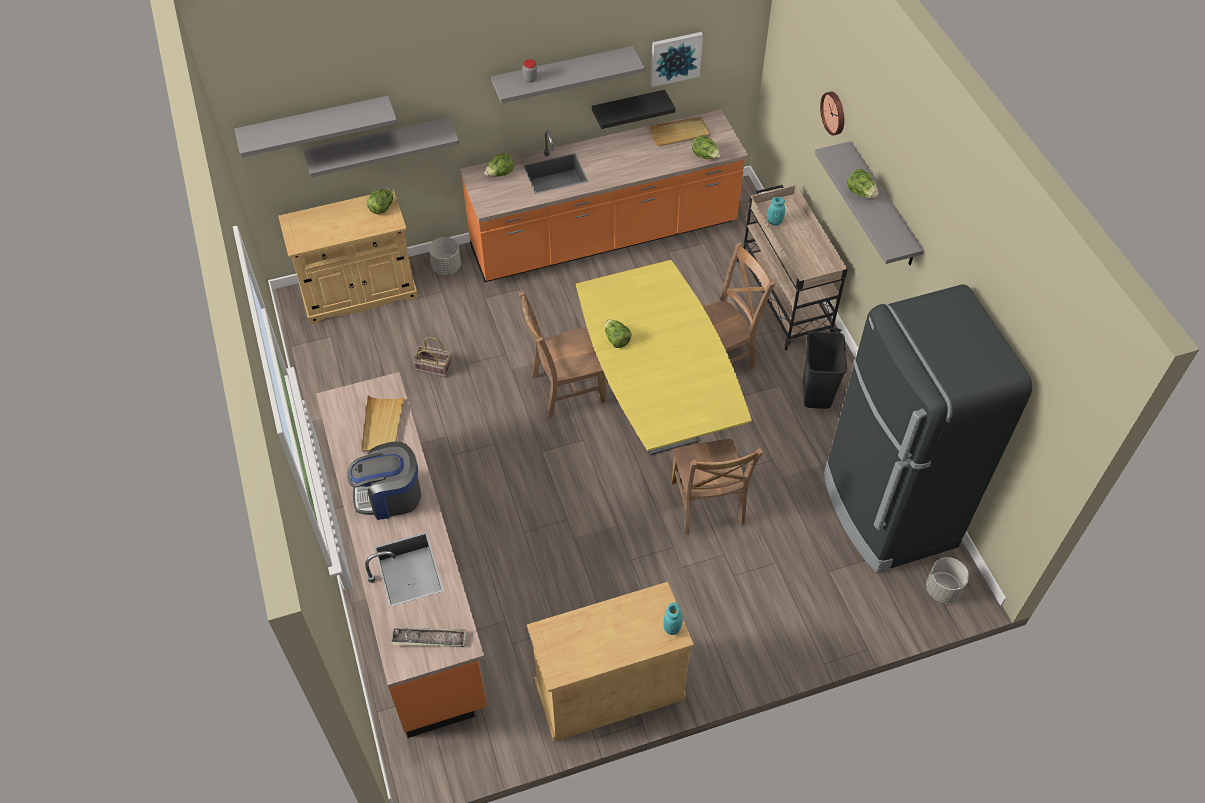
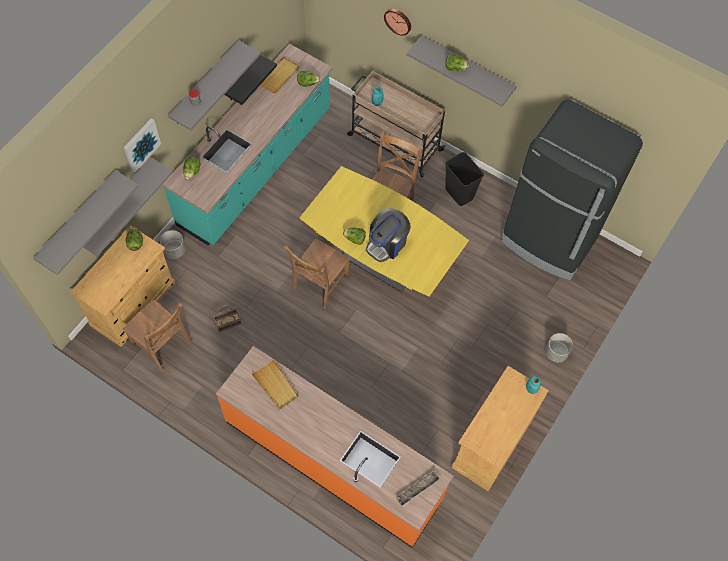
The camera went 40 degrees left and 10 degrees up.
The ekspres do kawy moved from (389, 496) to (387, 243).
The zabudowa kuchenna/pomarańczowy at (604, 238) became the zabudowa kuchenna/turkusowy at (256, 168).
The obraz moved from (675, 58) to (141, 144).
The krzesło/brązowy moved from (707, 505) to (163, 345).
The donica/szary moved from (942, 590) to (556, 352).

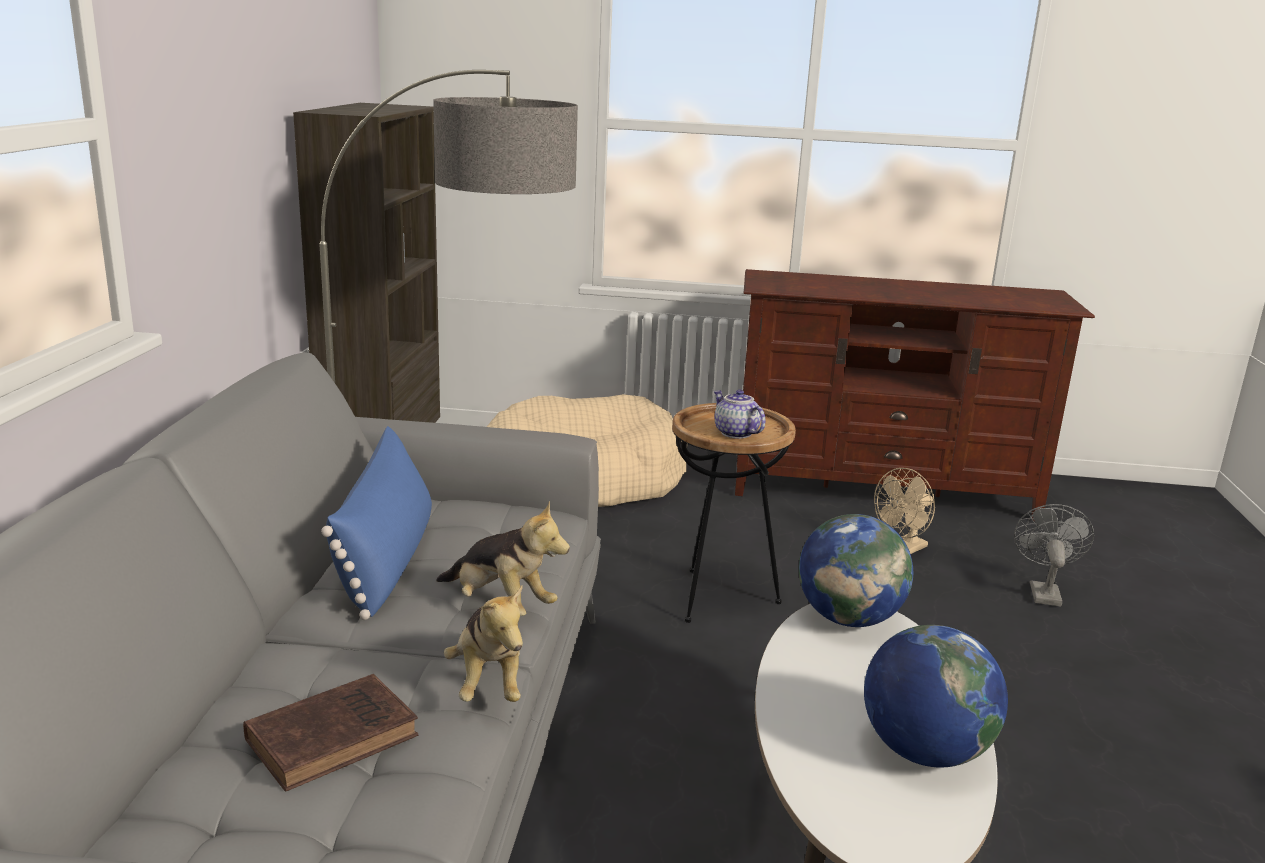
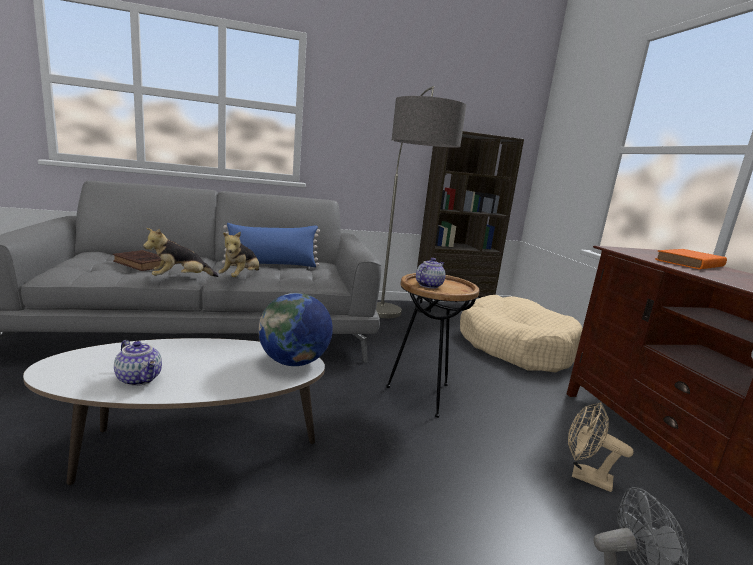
The camera went 70 degrees right and 5 degrees down.
The globus at (924, 752) was replaced by the imbryk at (140, 379).
The książka/pomarańczowy at (688, 263) appeared.

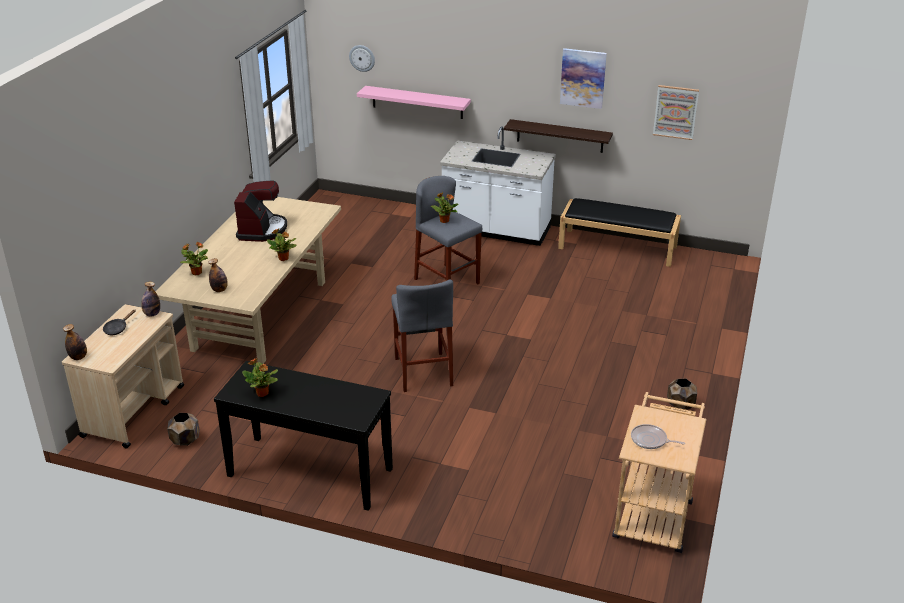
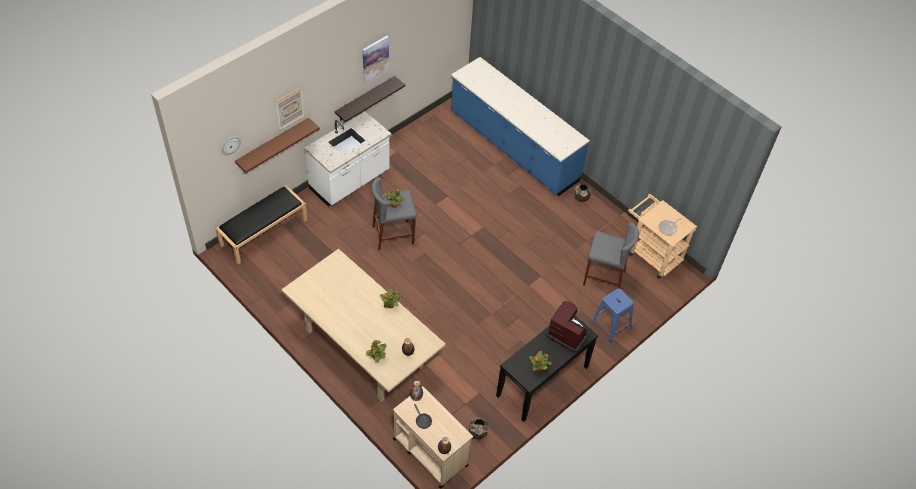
The camera went 65 degrees left and 20 degrees up.
The ekspres do kawy moved from (262, 230) to (567, 334).
The półka/różowy at (417, 102) became the półka/brązowy at (273, 144).
The stołek/szary moved from (423, 371) to (604, 277).
The ławka/czarny moved from (618, 247) to (264, 232).
The obraz moved from (675, 112) to (289, 108).
The zabudowa kuchenna/niebieski at (513, 147) appeared.
The stołek/niebieski at (610, 326) appeared.

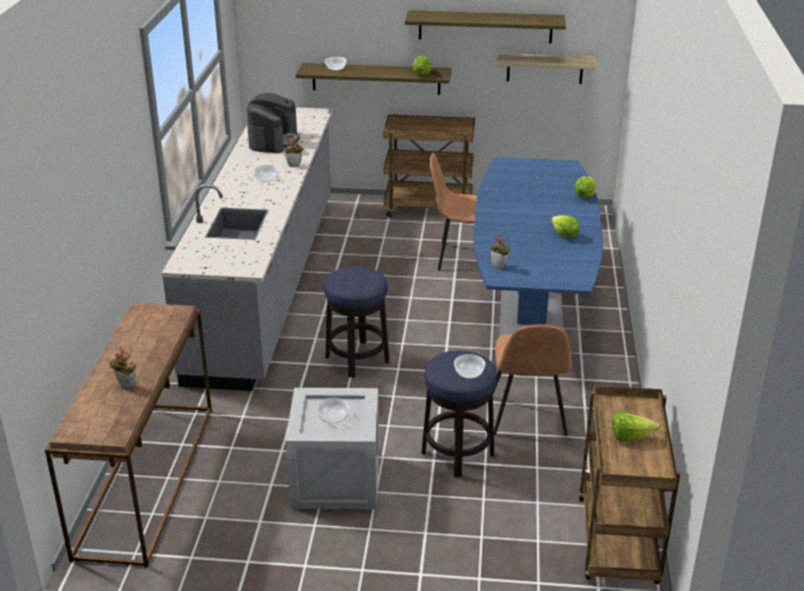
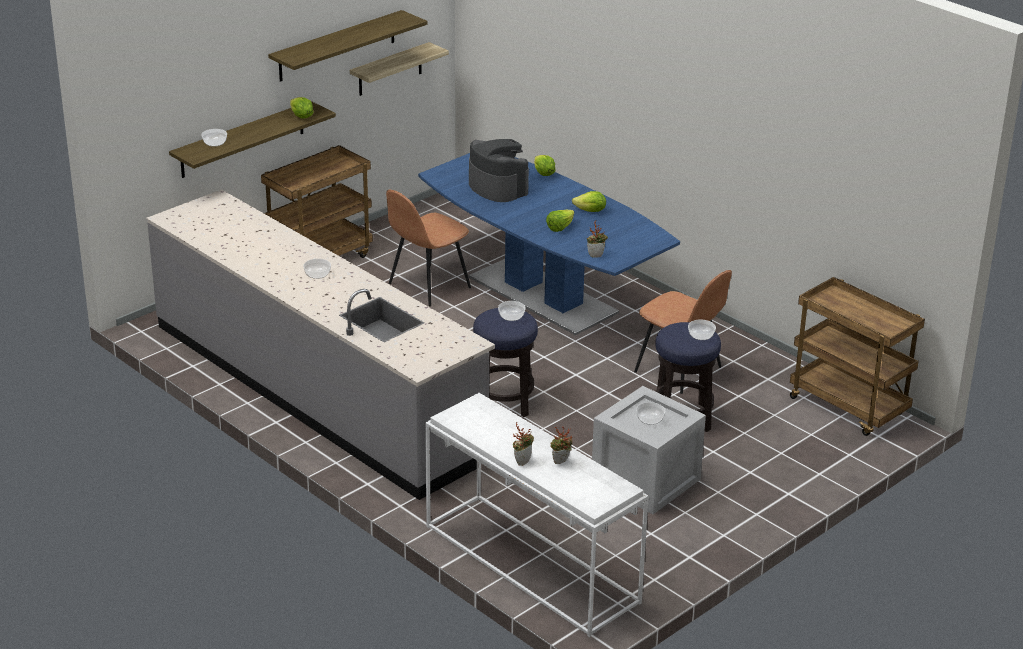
The camera went 50 degrees left and 0 degrees up.
The stolik konsolowy/brązowy at (145, 478) became the stolik konsolowy/biały at (529, 564).
The ekspres do kawy moved from (273, 140) to (497, 187).
The roślina doniczkowa moved from (295, 165) to (522, 461).
The sałata moved from (630, 437) to (560, 227).
The miska at (511, 316) appeared.

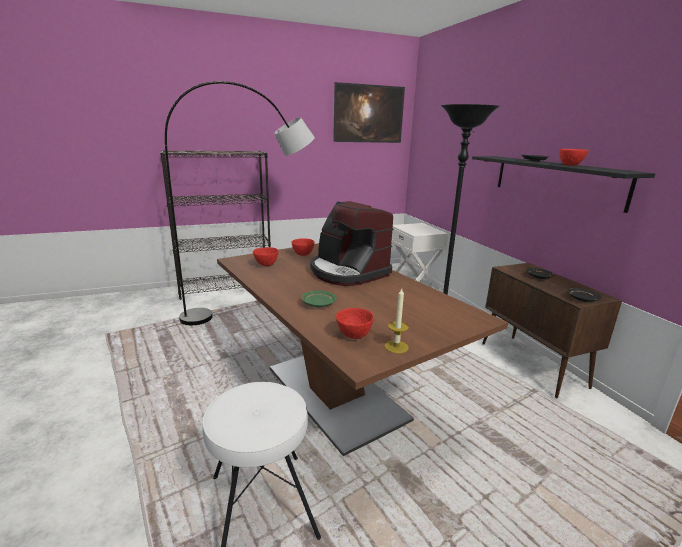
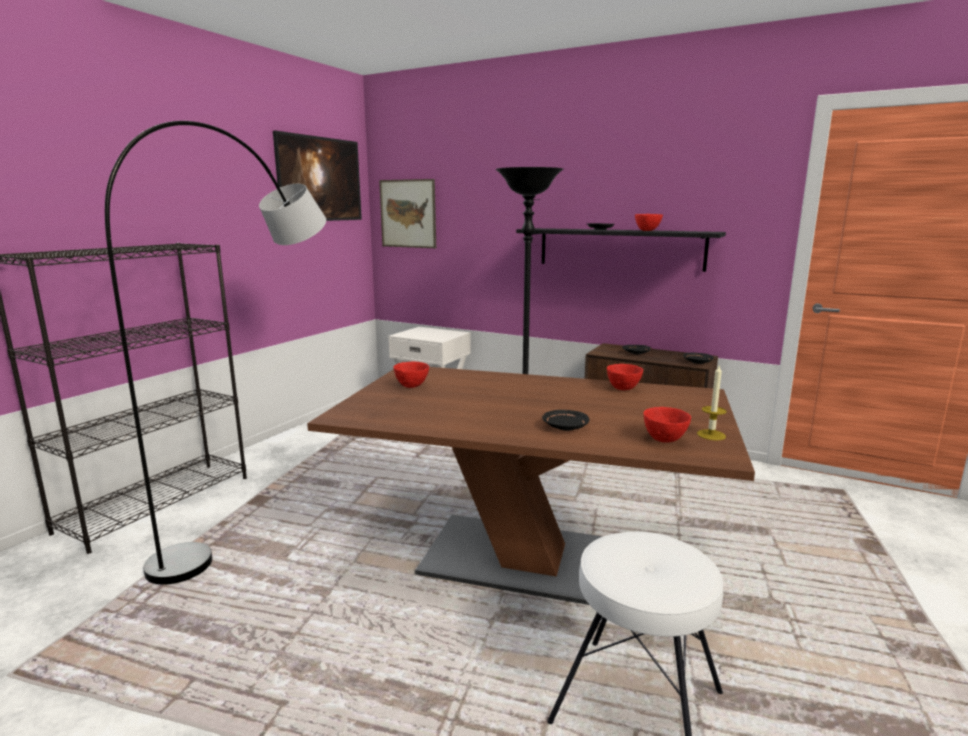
The camera went 40 degrees left and 5 degrees down.
The miska/czerwony moved from (266, 265) to (624, 389).
The talerz/zielony at (318, 304) became the talerz/czarny at (565, 427).
The ekspres do kawy at (347, 272) disappeared.
The obraz at (408, 213) appeared.

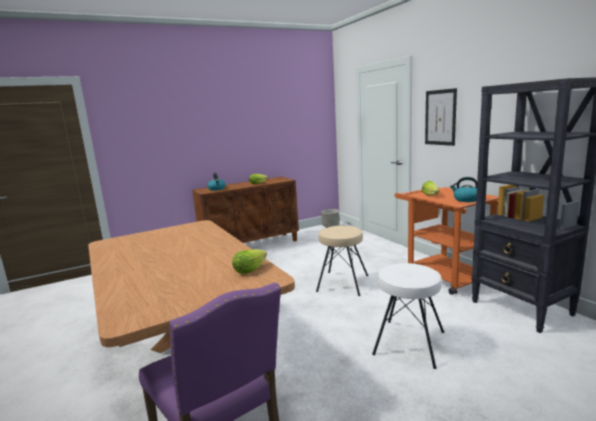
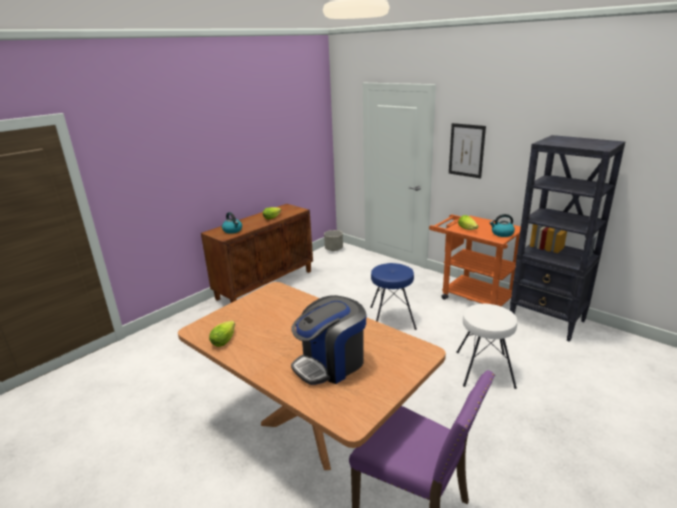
The camera went 20 degrees left and 10 degrees up.
The sałata moved from (252, 269) to (225, 339).
The stołek/beżowy at (342, 283) became the stołek/niebieski at (391, 318).
The ekspres do kawy at (331, 363) appeared.

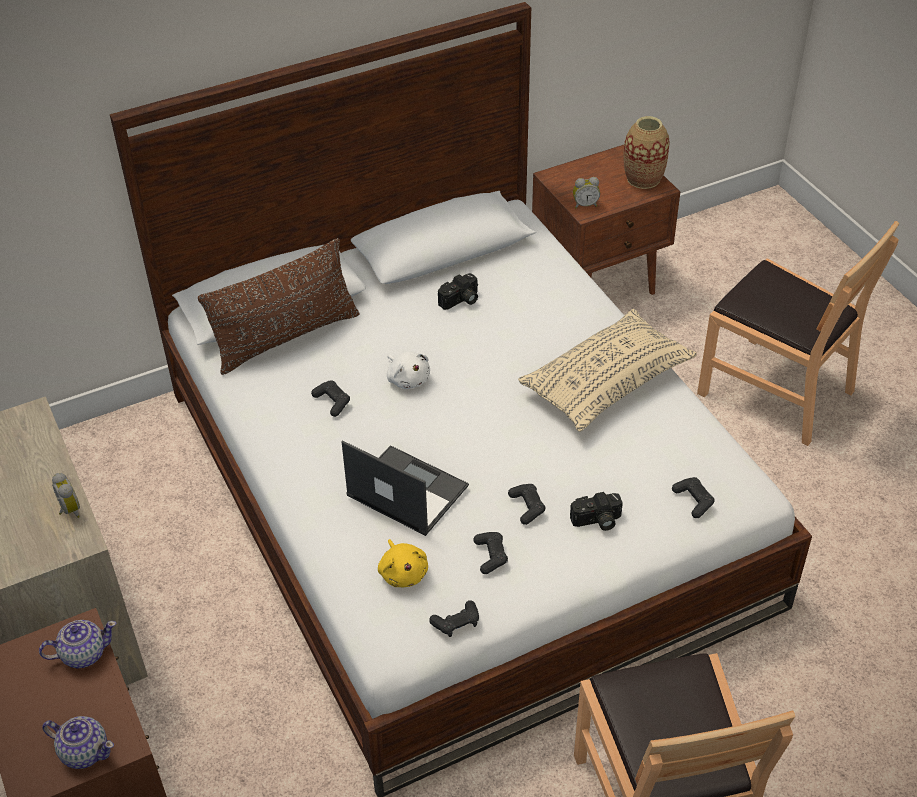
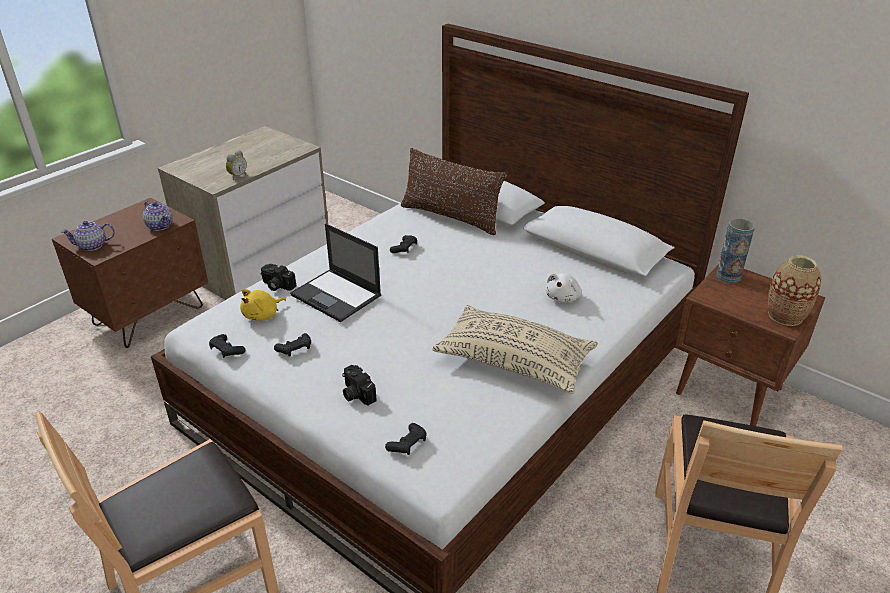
The camera went 65 degrees right and 10 degrees down.
The imbryk at (84, 751) turned 75 degrees clockwise.
The laptop at (406, 490) turned 120 degrees clockwise.
The pluszak/biały moved from (408, 379) to (563, 297).
The aparat fotograficzny moved from (460, 301) to (276, 285).
The pad do gier/czarny at (527, 507) disappeared.
The budzik at (585, 205) disappeared.
The wazon at (728, 276) appeared.

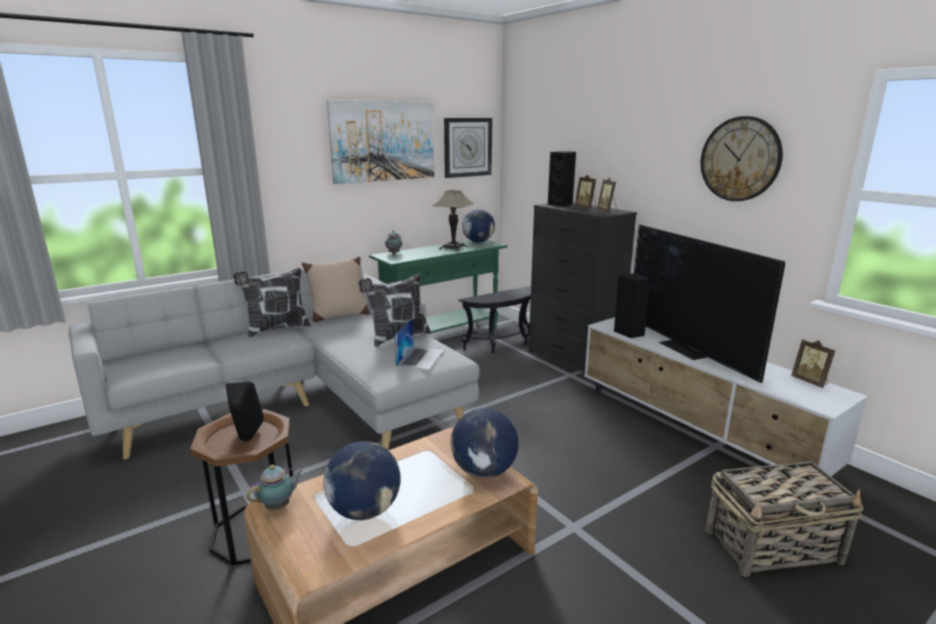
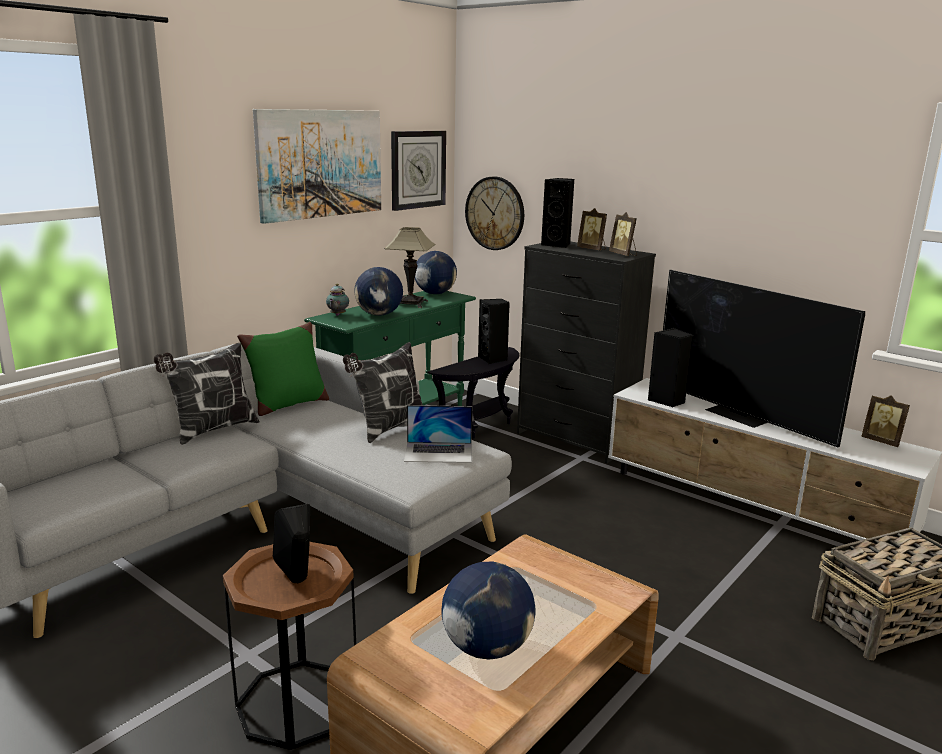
The camera went 15 degrees left and 0 degrees up.
The imbryk at (279, 506) disappeared.
The poduszka/beżowy at (338, 315) became the poduszka/zielony at (287, 405).
The laptop at (420, 357) turned 90 degrees clockwise.
The globus moved from (484, 471) to (379, 315).
The zegar ścienny moved from (740, 159) to (495, 213).
The głośnik/czarny at (493, 359) appeared.

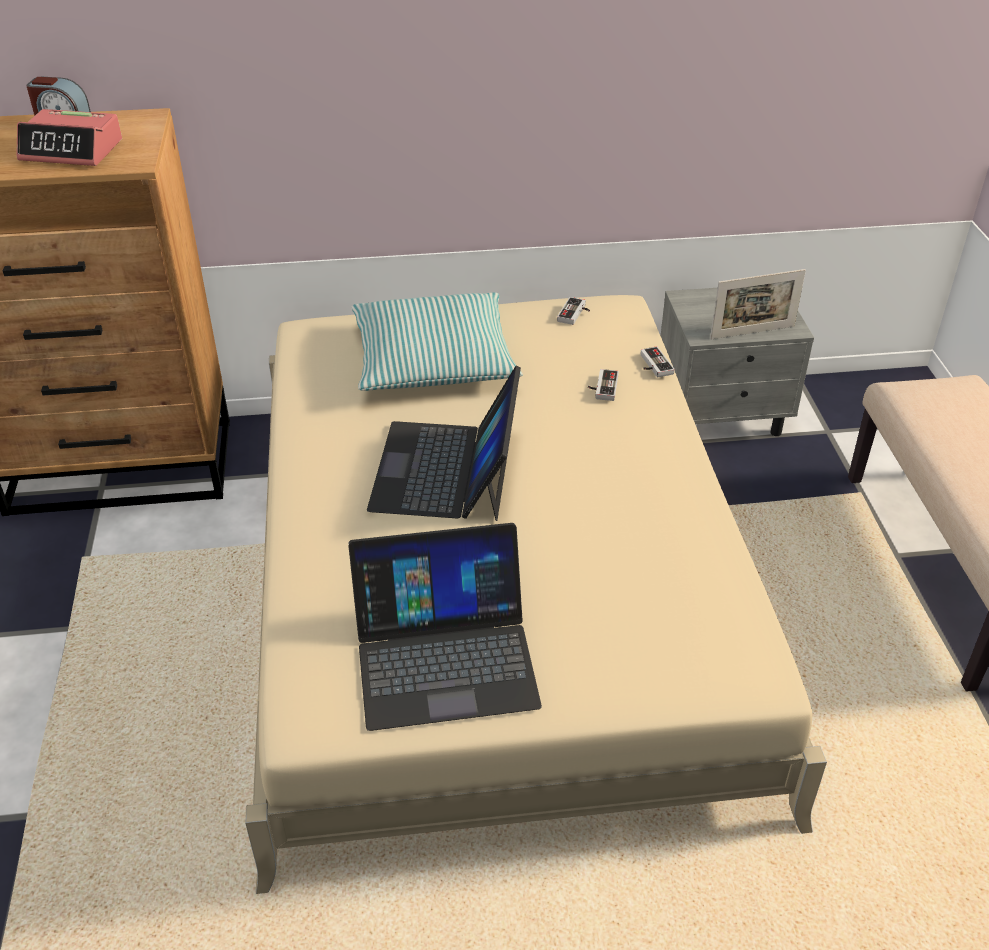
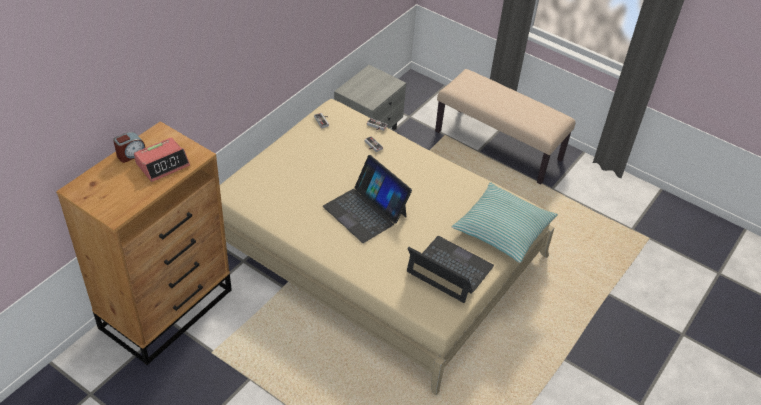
The camera went 50 degrees left and 5 degrees up.
The laptop at (445, 656) turned 90 degrees counterclockwise.
The poduszka moved from (433, 359) to (502, 229).
The ramka na zdjęcie at (752, 332) disappeared.

